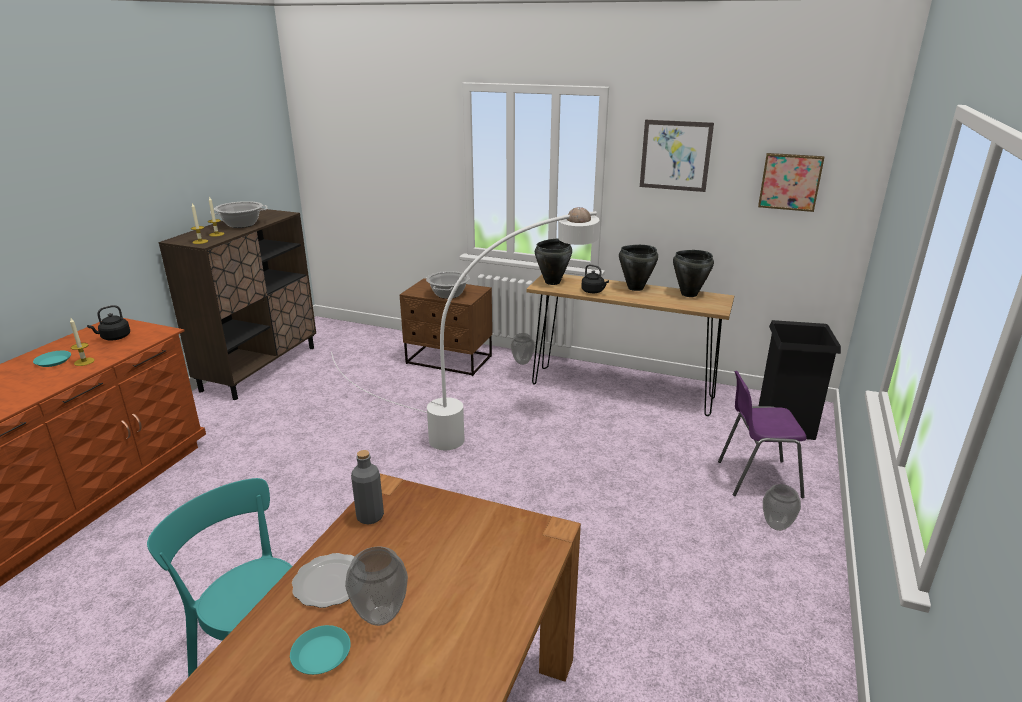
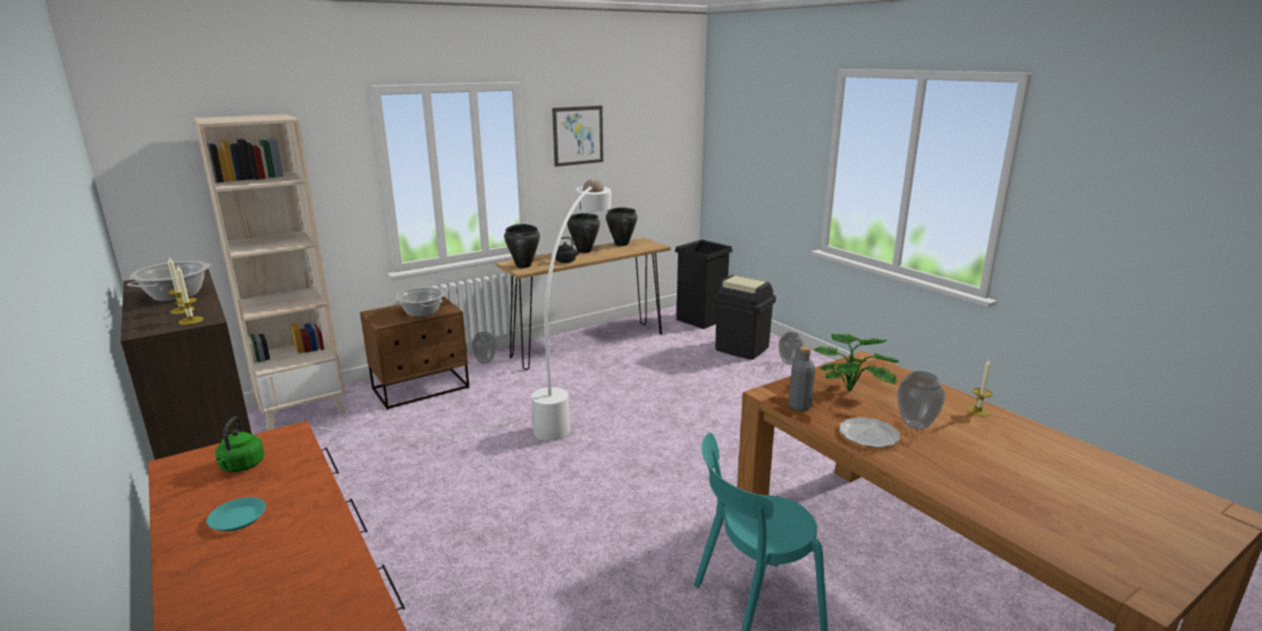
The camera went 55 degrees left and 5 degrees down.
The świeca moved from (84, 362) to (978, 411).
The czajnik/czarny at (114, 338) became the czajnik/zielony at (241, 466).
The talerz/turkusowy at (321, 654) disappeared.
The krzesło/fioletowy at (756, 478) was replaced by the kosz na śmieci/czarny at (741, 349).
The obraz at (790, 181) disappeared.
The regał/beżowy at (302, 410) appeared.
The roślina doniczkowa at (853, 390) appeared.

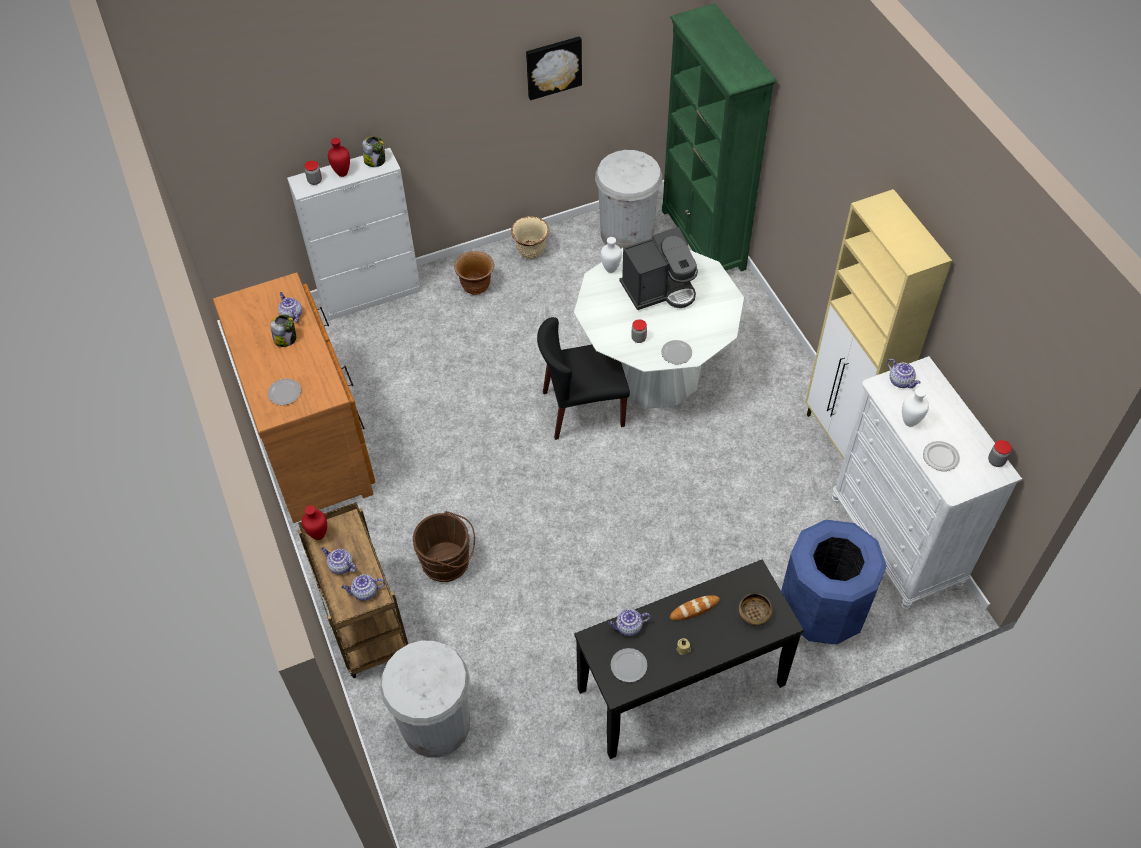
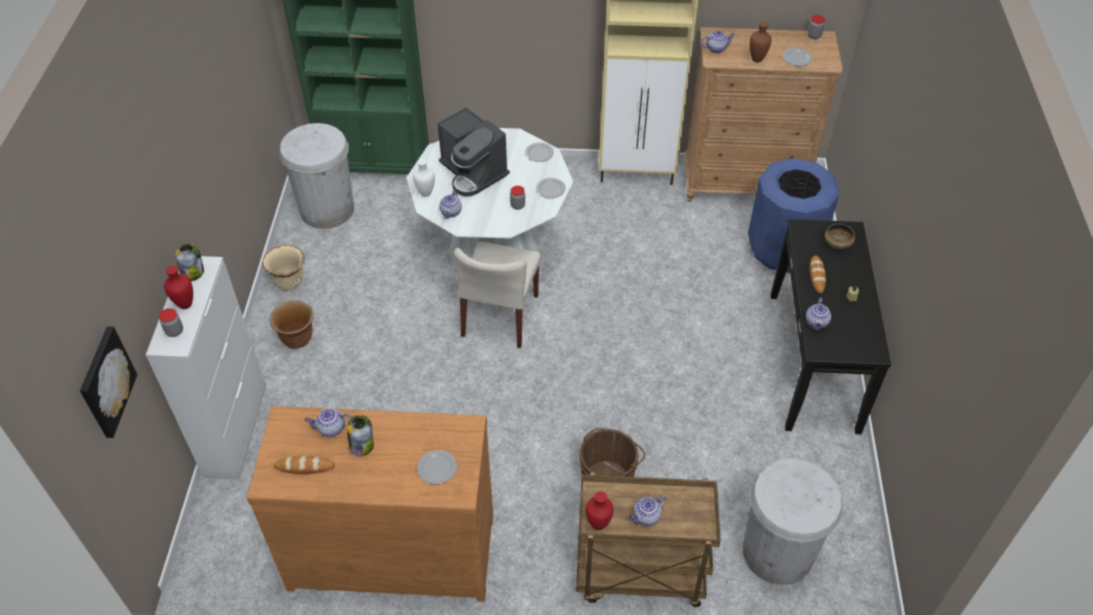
The camera went 65 degrees left and 5 degrees down.
The imbryk moved from (365, 592) to (451, 213).
The obraz moved from (553, 66) to (105, 382).
The krzesło/czarny at (582, 409) became the krzesło/beżowy at (500, 316).
The talerz moved from (629, 666) to (539, 153).
The ekspres do kawy at (659, 289) turned 135 degrees clockwise.
The komoda/biały at (896, 542) became the komoda/brązowy at (744, 184).
The wazon/biały at (910, 423) became the wazon/brązowy at (757, 59).
The chleb at (304, 467) appeared.

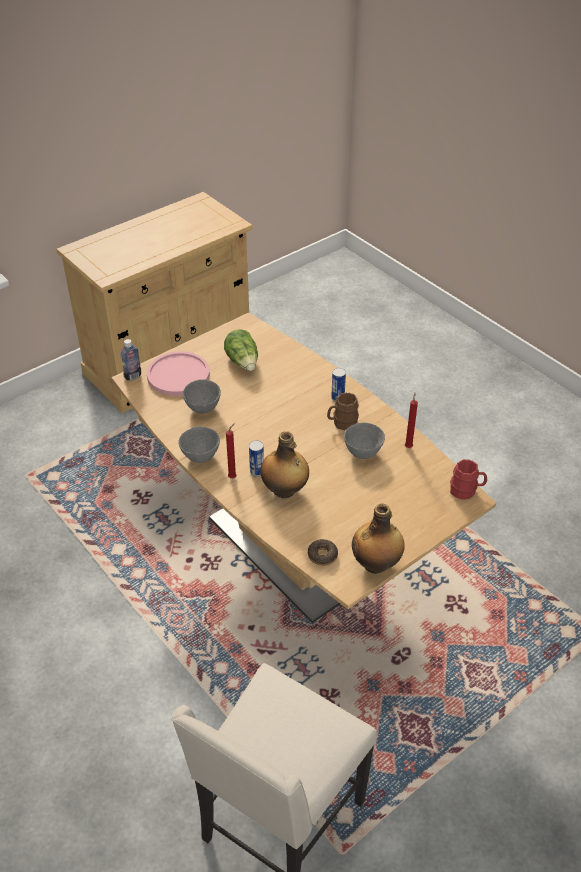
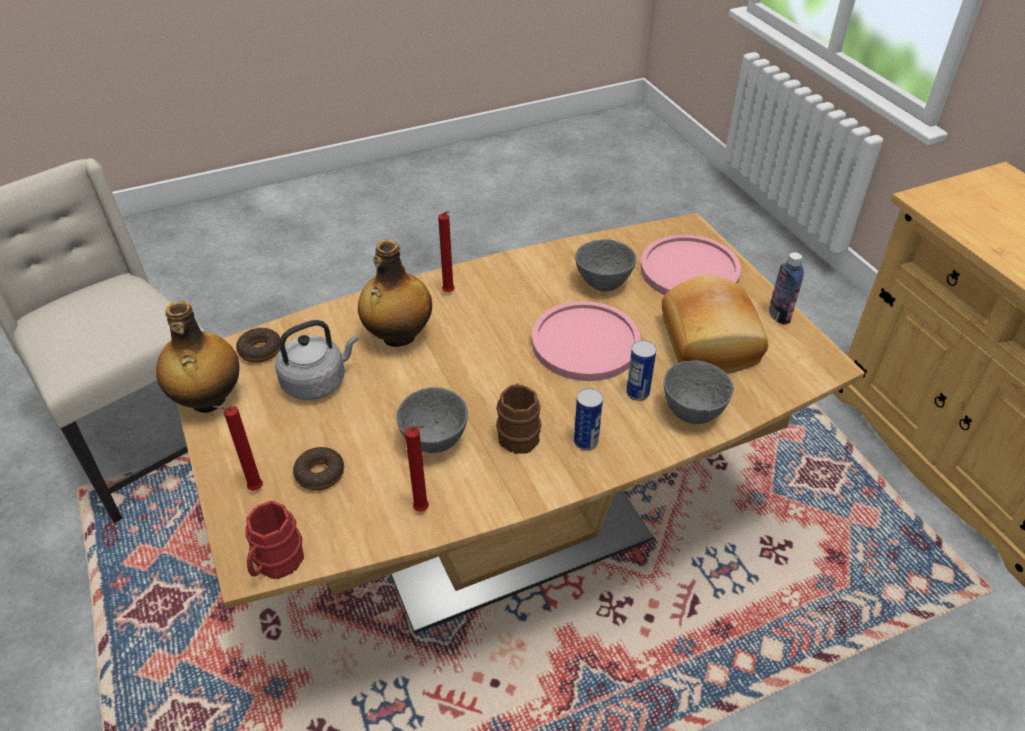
The camera went 105 degrees right and 0 degrees up.
The butelka moved from (133, 376) to (779, 315).
The miska/szary moved from (201, 457) to (691, 413).
The sałata at (243, 362) was replaced by the chleb at (712, 342).
The puszka moved from (257, 472) to (637, 393).
The świeca/czerwony at (253, 489) appeared.
The czajnik/szary at (317, 382) appeared.
The donut at (320, 474) appeared.
The talerz/różowy at (585, 343) appeared.

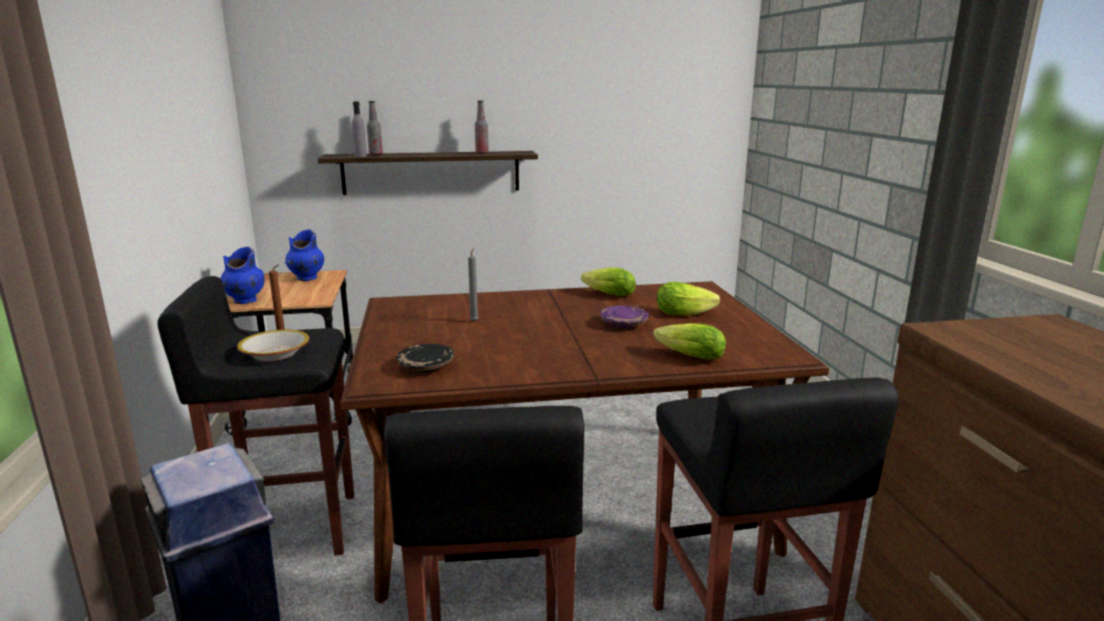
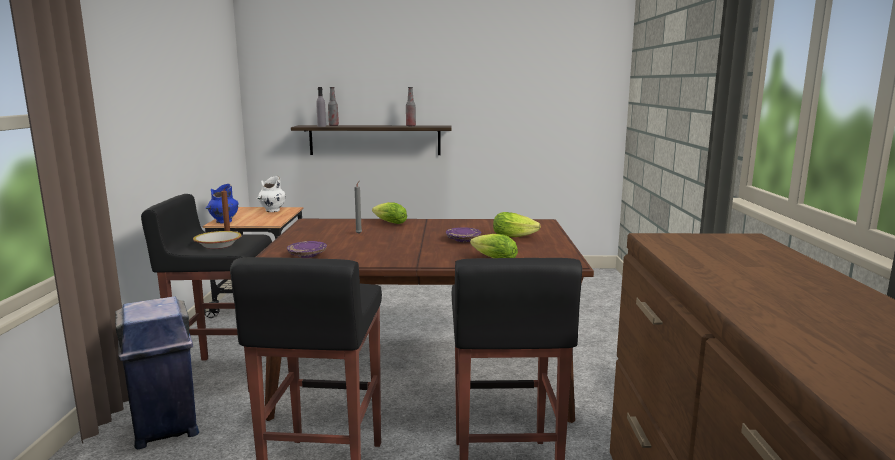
The camera went 10 degrees right and 5 degrees down.
The wazon/niebieski at (306, 278) became the wazon/biały at (272, 211).
The talerz/czarny at (426, 367) became the talerz/fioletowy at (307, 255).
The sałata moved from (606, 294) to (388, 222).

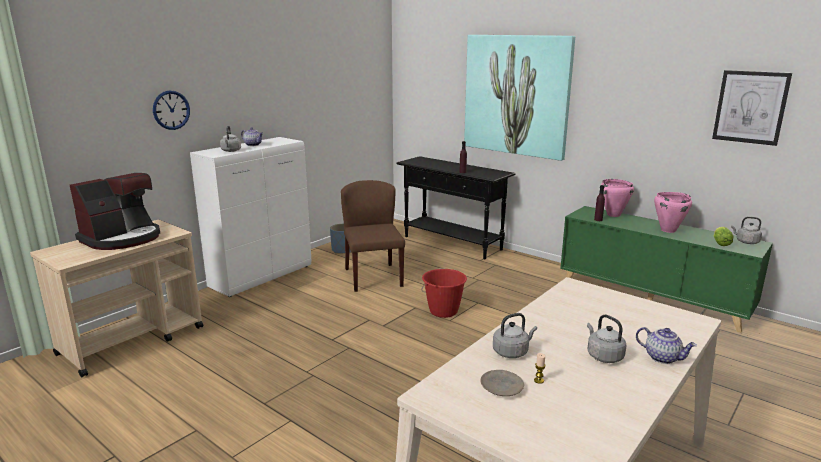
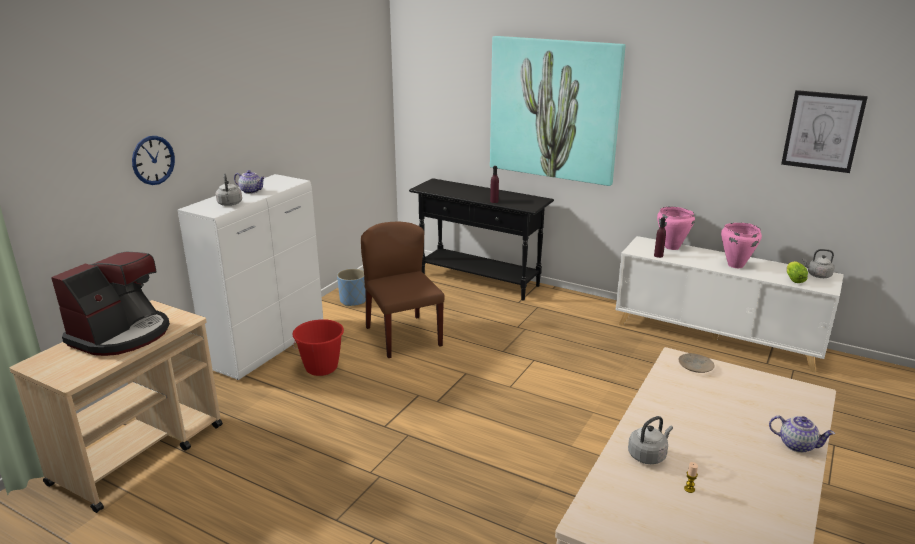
The camera went 10 degrees left and 5 degrees up.
The wiadro/czerwony moved from (443, 311) to (321, 368).
The talerz/beżowy moved from (501, 387) to (695, 367).
The szafka/zielony at (652, 298) became the szafka/biały at (716, 337).
The czajnik/szary at (603, 356) disappeared.

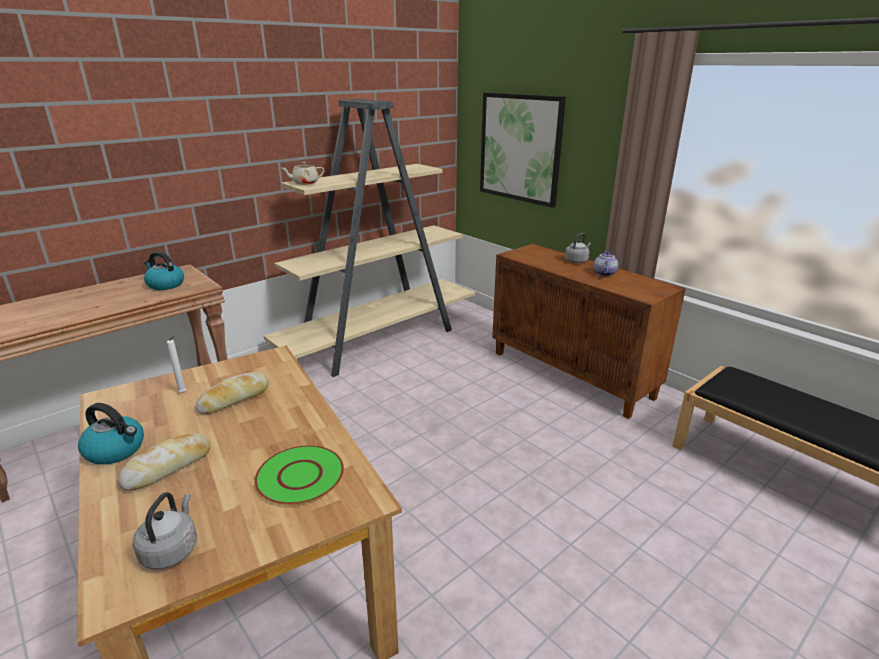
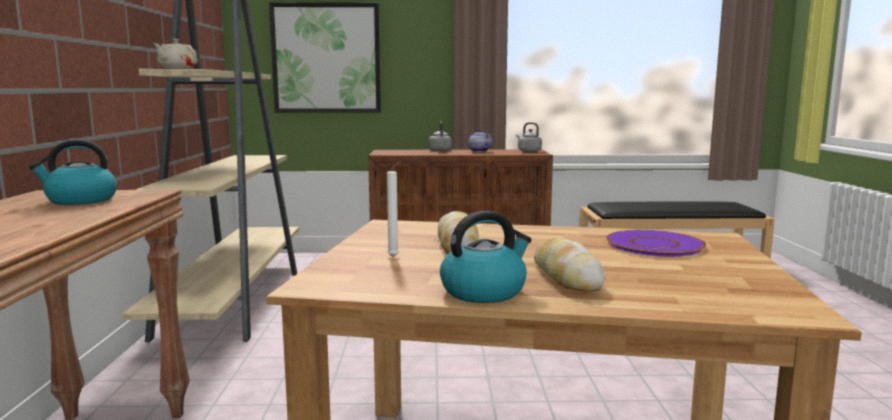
The camera went 50 degrees left and 15 degrees down.
The czajnik/szary moved from (171, 550) to (528, 151).
The talerz/zielony at (300, 475) became the talerz/fioletowy at (654, 245).

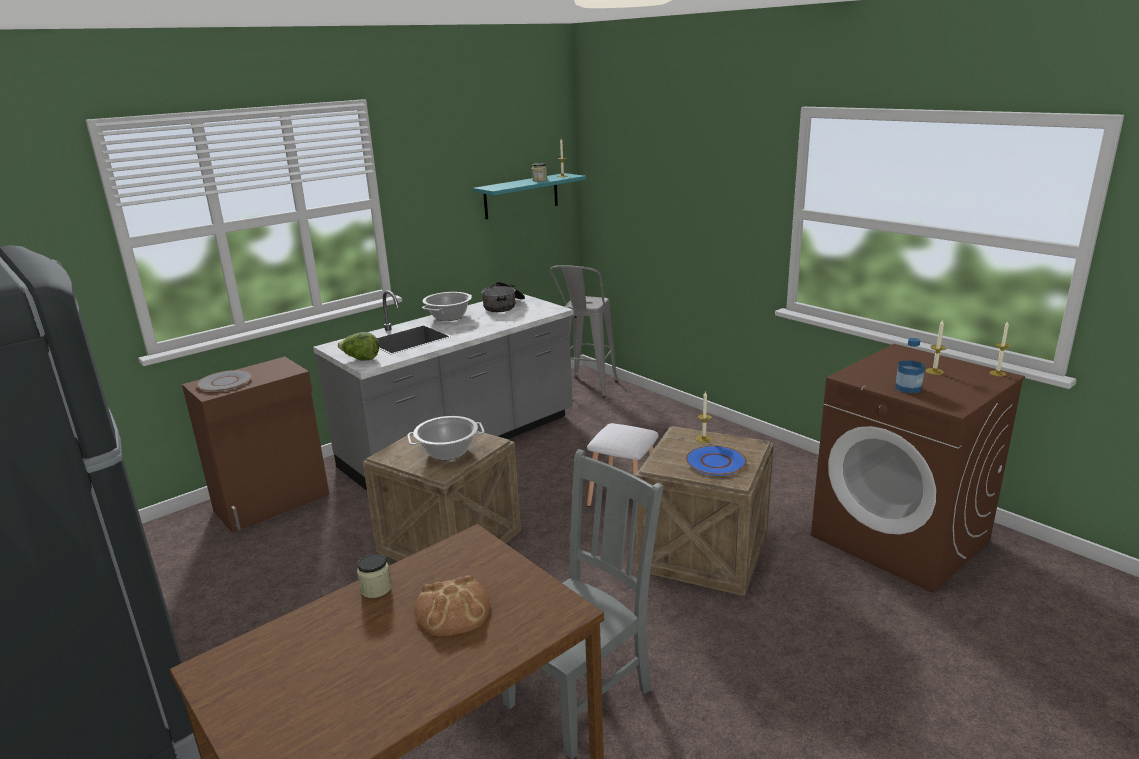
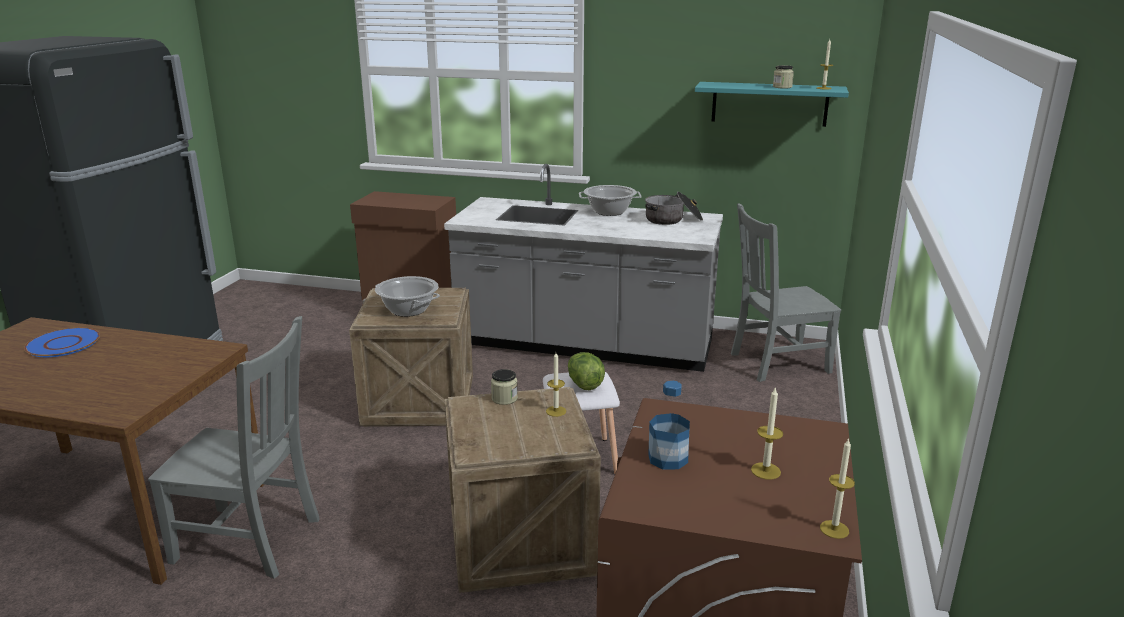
The camera went 55 degrees right and 0 degrees up.
The talerz/szary at (225, 382) disappeared.
The sałata moved from (361, 359) to (584, 384).
The słoik moved from (376, 588) to (504, 398).
The chleb at (453, 609) disappeared.
The stołek/szary at (586, 391) was replaced by the krzesło/szary at (776, 363).
The talerz/niebieski moved from (715, 462) to (63, 344).

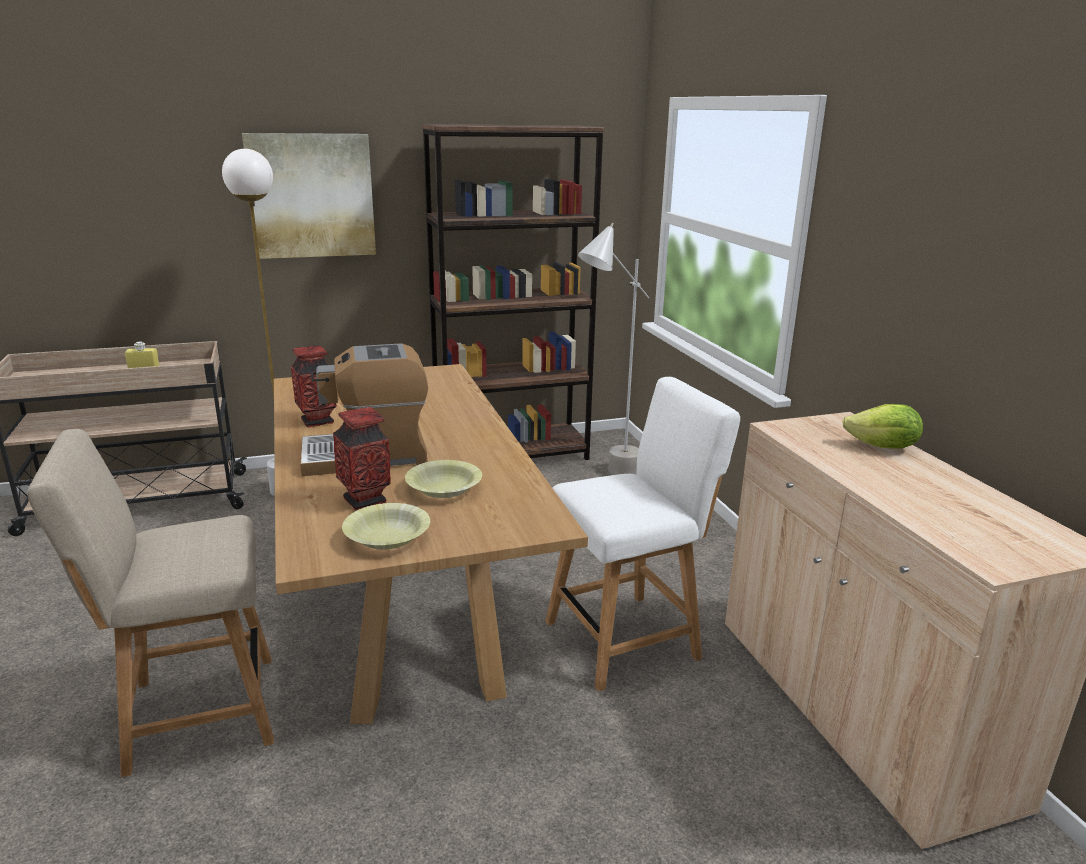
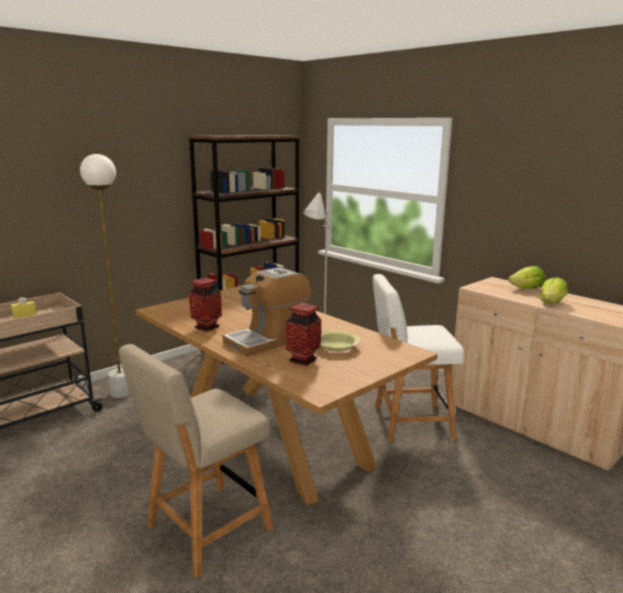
The camera went 25 degrees left and 5 degrees down.
The obraz at (311, 196) disappeared.
The miska/żółty at (387, 537) disappeared.
The krzesło/biały at (628, 638) turned 135 degrees counterclockwise.
The sałata at (551, 303) appeared.

